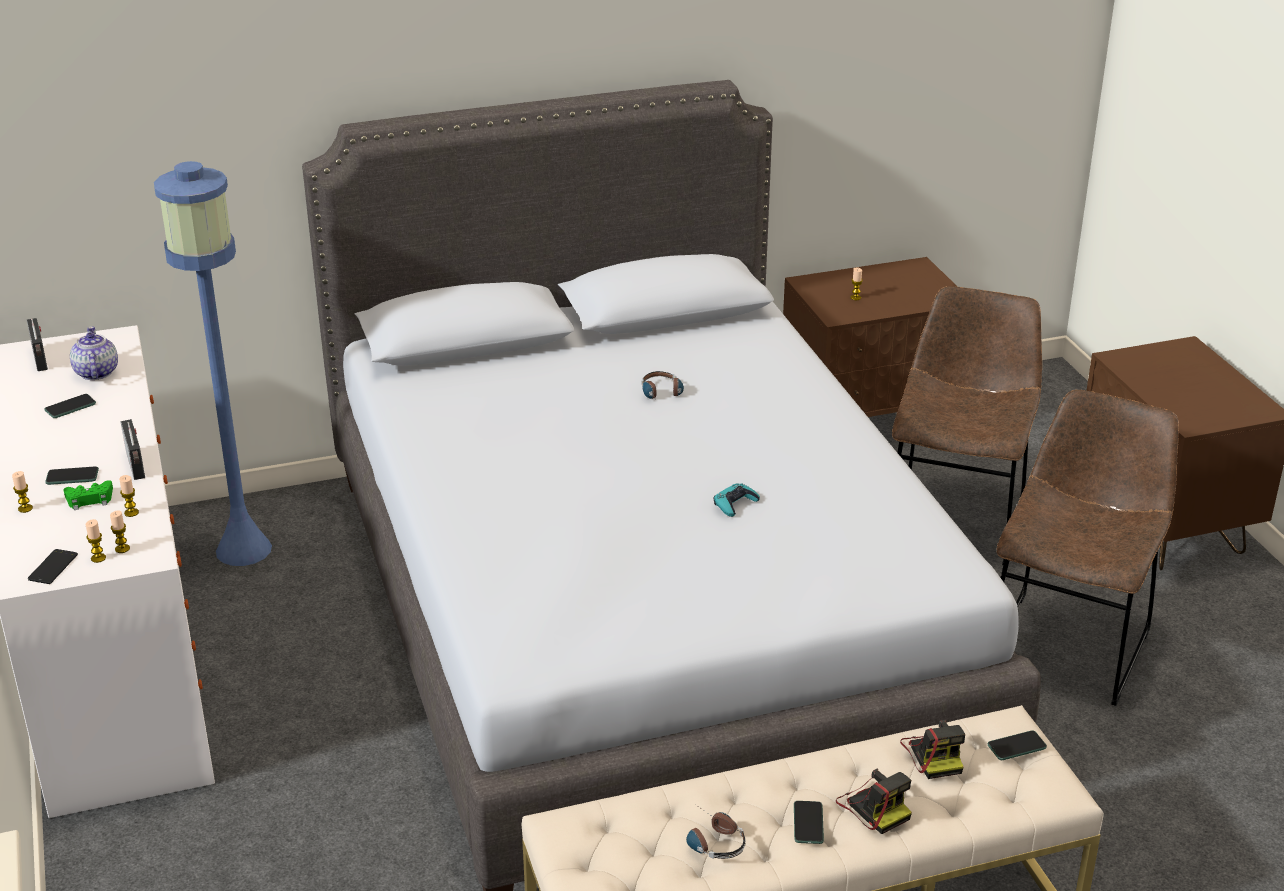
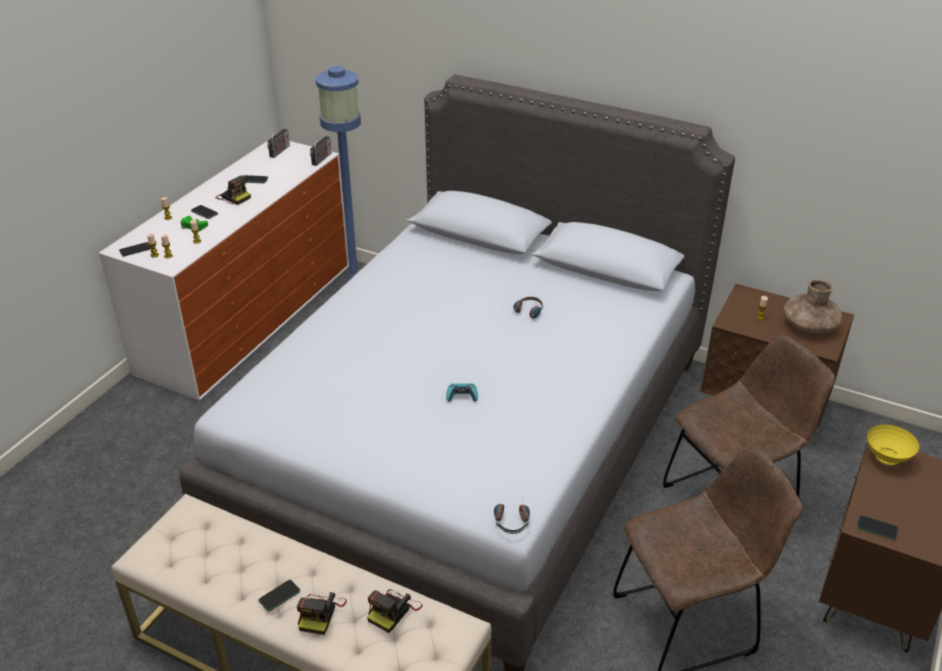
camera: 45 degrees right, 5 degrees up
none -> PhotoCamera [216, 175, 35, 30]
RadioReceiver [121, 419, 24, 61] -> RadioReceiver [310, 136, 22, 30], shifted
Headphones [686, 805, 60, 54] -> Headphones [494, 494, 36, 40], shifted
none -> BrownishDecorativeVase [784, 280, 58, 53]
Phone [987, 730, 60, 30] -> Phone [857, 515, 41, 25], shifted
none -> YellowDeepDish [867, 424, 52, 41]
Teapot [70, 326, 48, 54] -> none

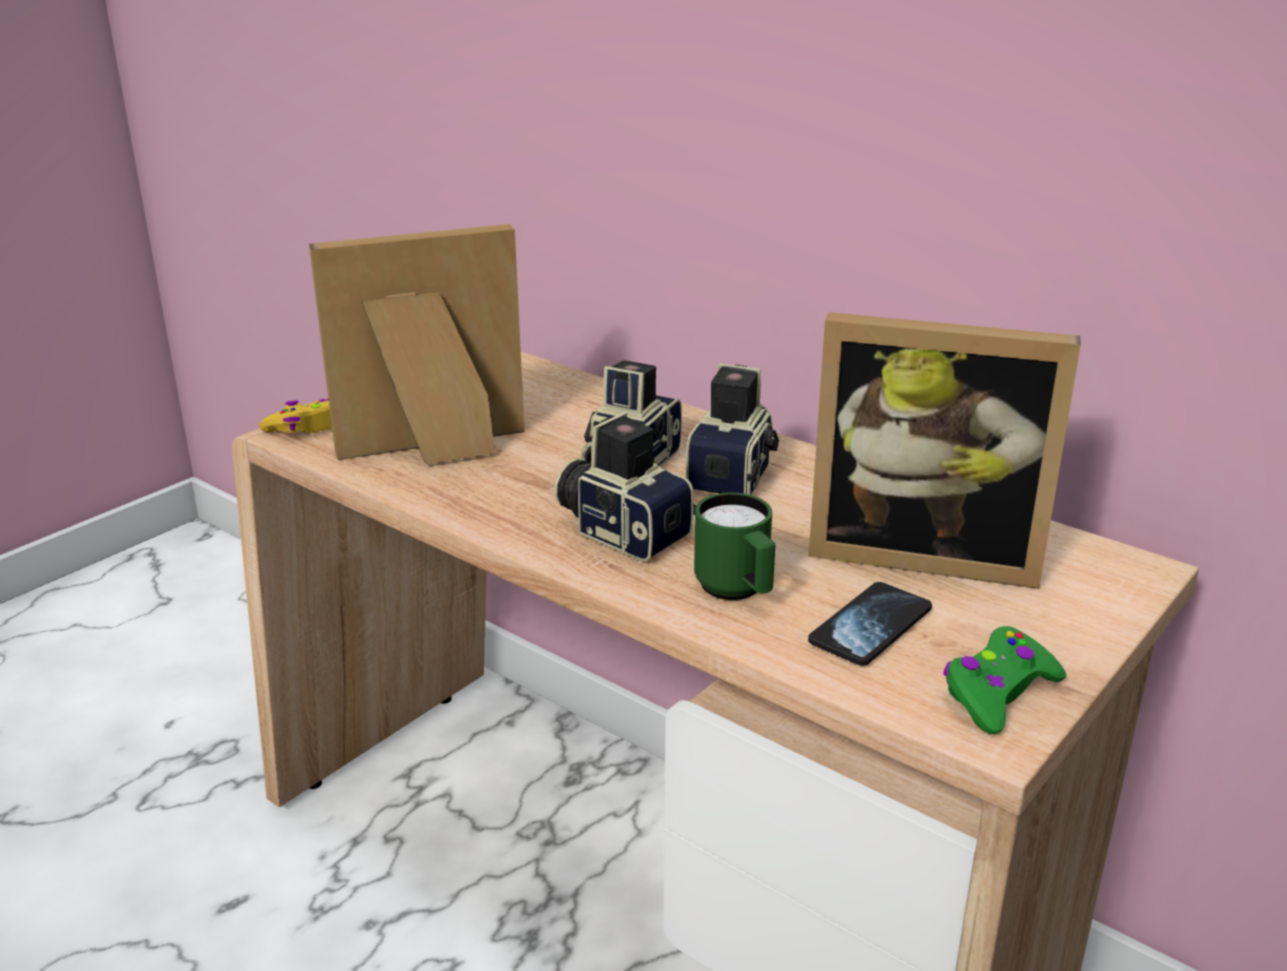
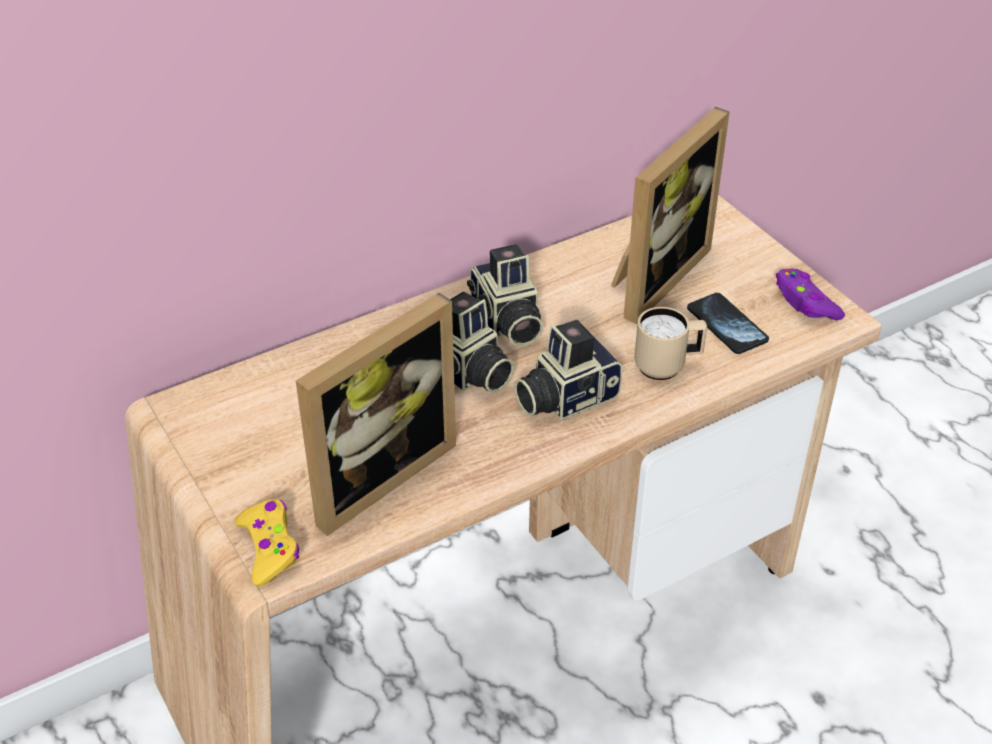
camera: 70 degrees left, 15 degrees up
StandingFrame [309, 224, 216, 240] -> StandingFrame [296, 293, 160, 243], 135 degrees counterclockwise
PhotoCamera [686, 363, 93, 132] -> PhotoCamera [467, 244, 77, 102], 150 degrees counterclockwise
GreenTeaMug [694, 493, 81, 107] -> BeigeColouredTeaMug [634, 307, 73, 73]
GreenJoypad [943, 626, 123, 108] -> PurplishJoypad [776, 269, 69, 51]

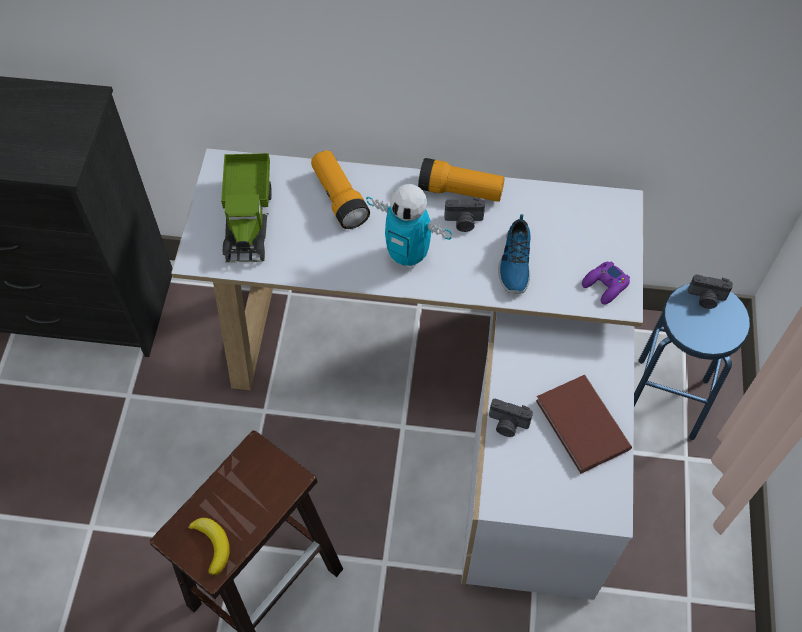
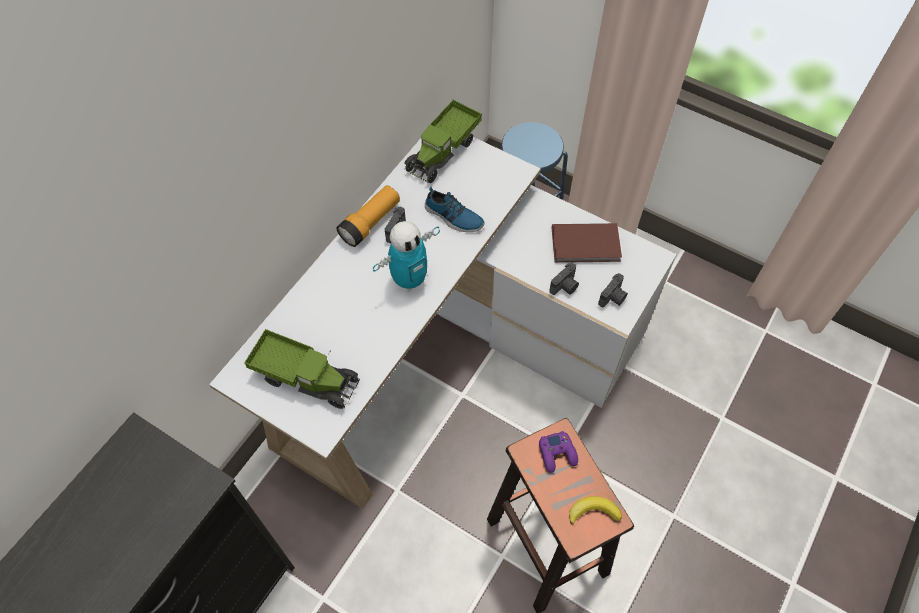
camera: 65 degrees left, 0 degrees up
none -> ToyTruck [404, 100, 78, 83]
PurplishJoypad [582, 261, 48, 44] -> PurplishJoypad [539, 431, 39, 42], shifted
PhotoCamera [688, 274, 45, 35] -> PhotoCamera [598, 273, 30, 34], shifted
Torch [311, 150, 59, 79] -> none

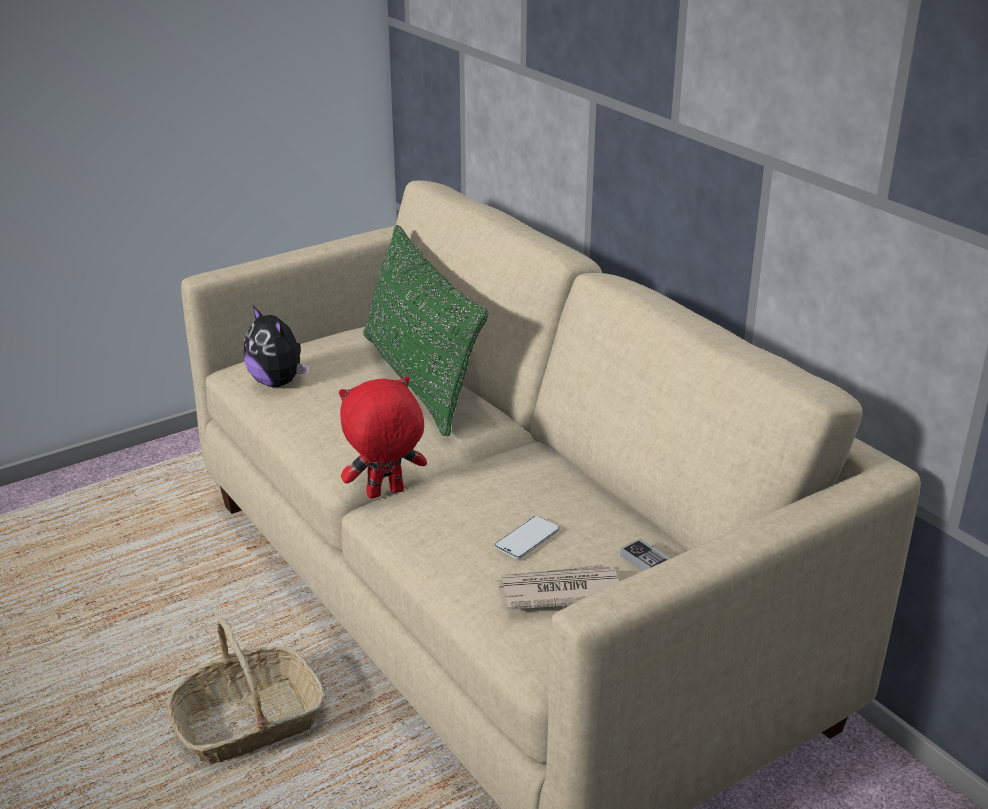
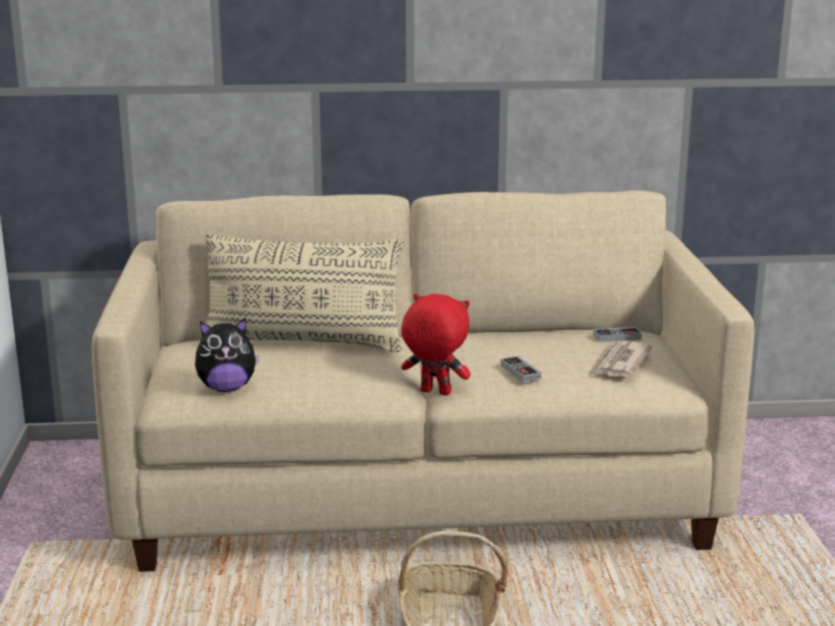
camera: 60 degrees left, 10 degrees down
GreenThrowPillow [363, 225, 125, 211] -> BeigeColouredThrowPillow [205, 233, 199, 119]
RedColouredCuddlyToy [339, 376, 88, 123] -> RedColouredCuddlyToy [401, 294, 70, 101], 105 degrees clockwise
none -> Joypad [501, 356, 40, 26]
Phone [495, 516, 64, 43] -> none

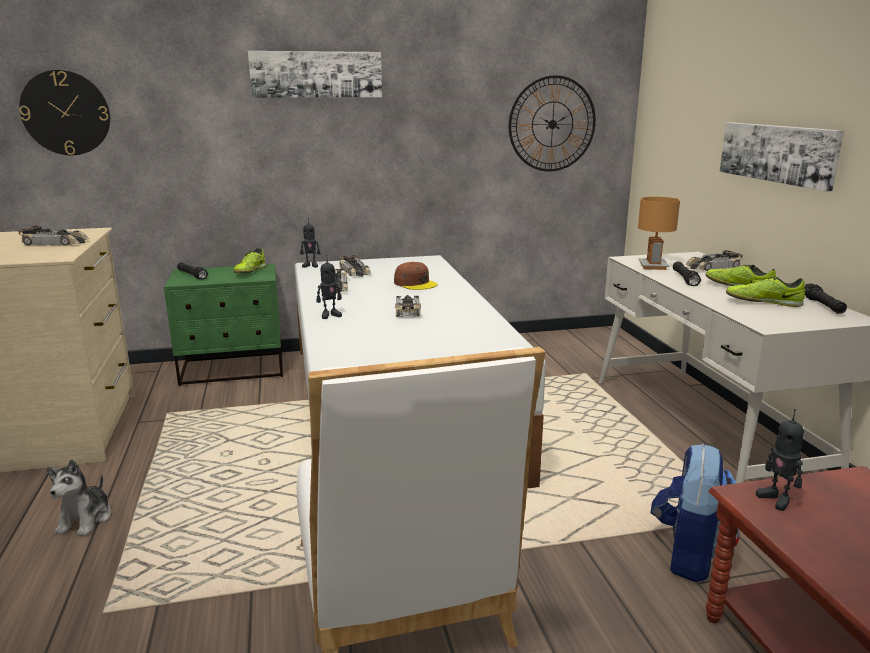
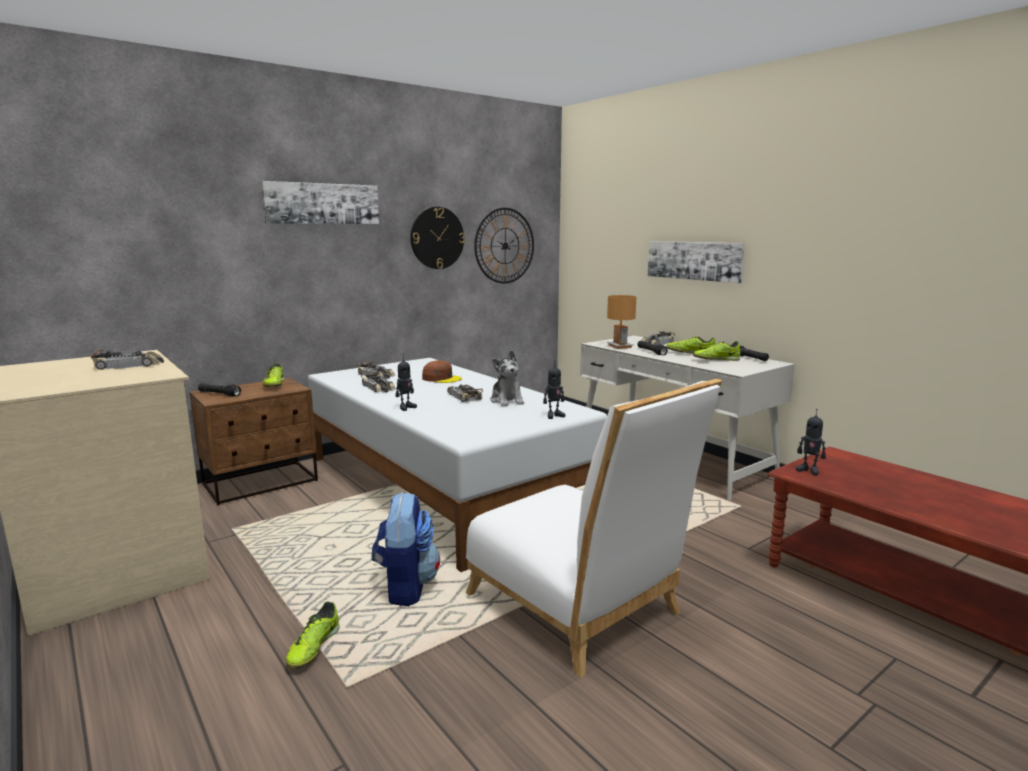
camera: 25 degrees left, 5 degrees down
GreenBedsideTable [164, 264, 119, 122] -> BrownishBedsideTable [190, 378, 128, 127]
none -> Shoe [286, 601, 54, 67]
Rucksack [650, 443, 90, 139] -> Rucksack [372, 492, 68, 114], shifted
WallClock [19, 70, 91, 85] -> WallClock [410, 207, 55, 62], shifted
CuddlyToy [47, 459, 64, 77] -> CuddlyToy [491, 350, 33, 56], shifted
ModelRobot [300, 221, 20, 47] -> ModelRobot [543, 360, 22, 59], shifted

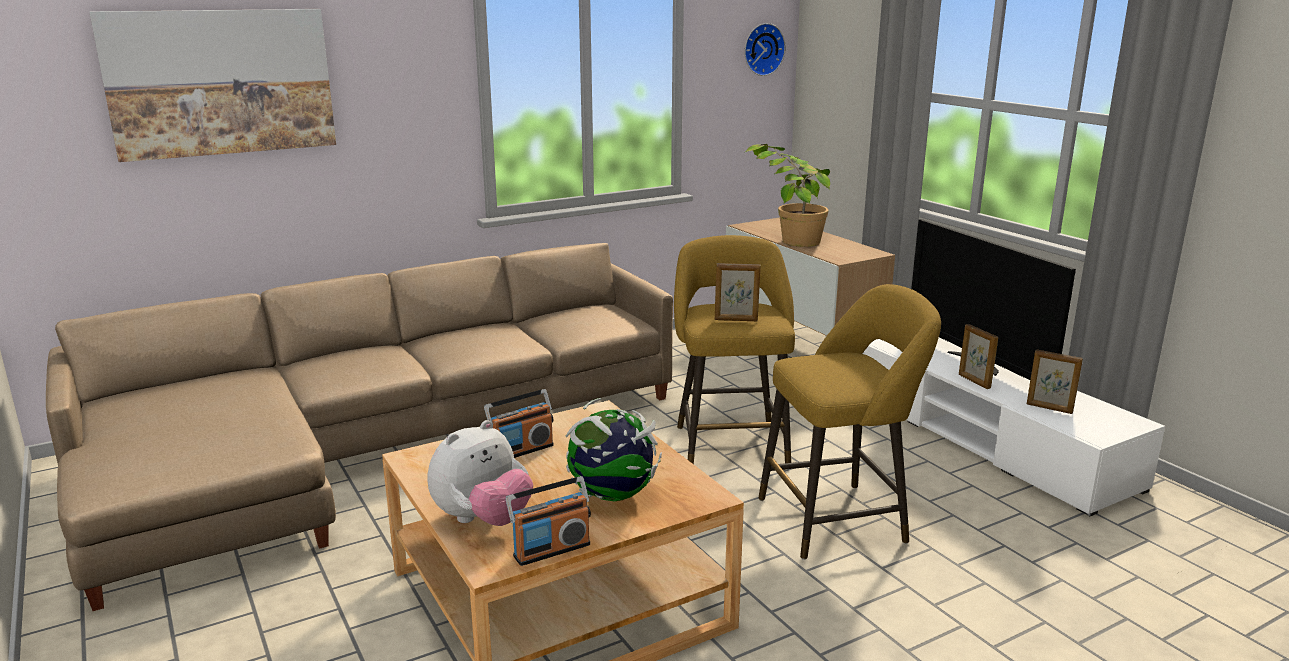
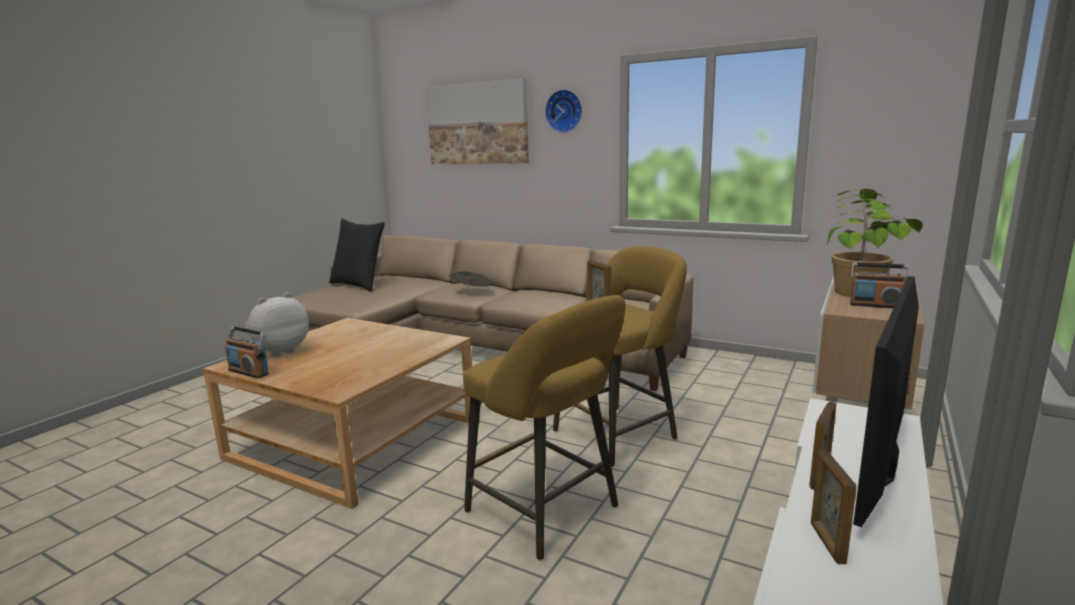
camera: 60 degrees right, 5 degrees down
CuddlyToy [428, 420, 105, 106] -> CuddlyToy [245, 293, 64, 64], 120 degrees clockwise
none -> BlackThrowPillow [329, 219, 56, 72]
none -> Newspaper [448, 271, 44, 16]
WallClock [744, 23, 42, 53] -> WallClock [545, 89, 37, 44], shifted
RadioReceiver [484, 389, 70, 69] -> RadioReceiver [850, 262, 60, 46], shifted
Globe [566, 398, 96, 104] -> none

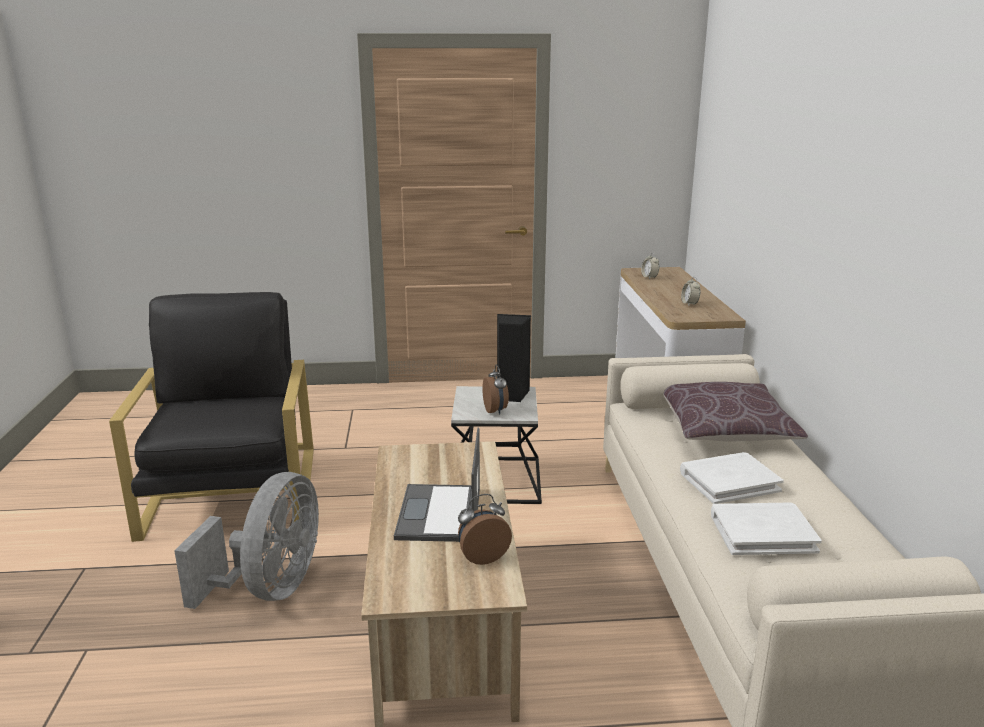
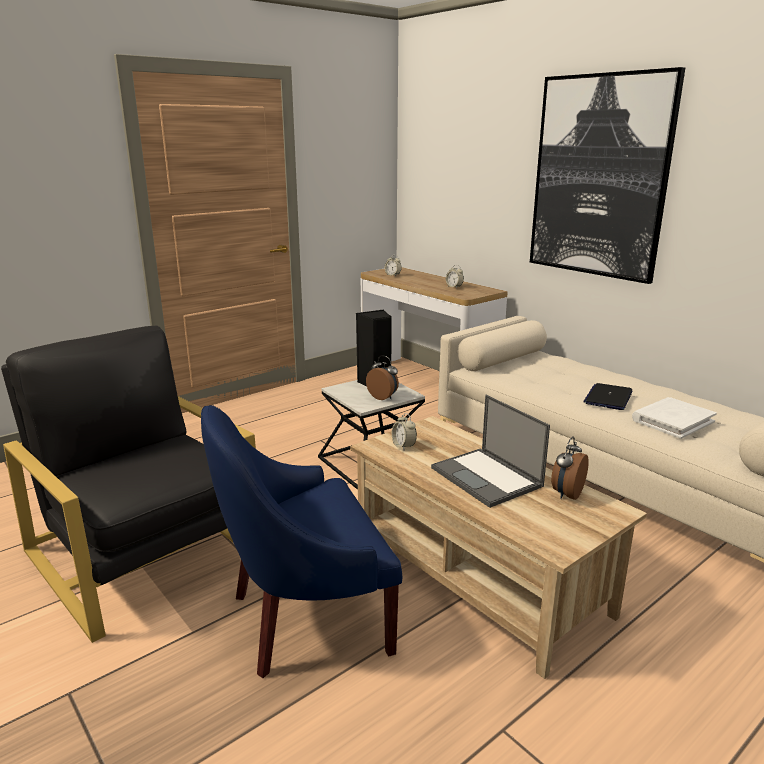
camera: 35 degrees left, 0 degrees up
GreyCoolingFan [174, 472, 145, 137] -> BlueLoungeChair [201, 405, 201, 273]
none -> BedsideClock [392, 413, 25, 38]
none -> WallArt [530, 67, 155, 217]
WhitishVolume [680, 452, 104, 52] -> PortableComputer [583, 383, 50, 27]
BrownishThrowPillow [664, 382, 144, 59] -> none

